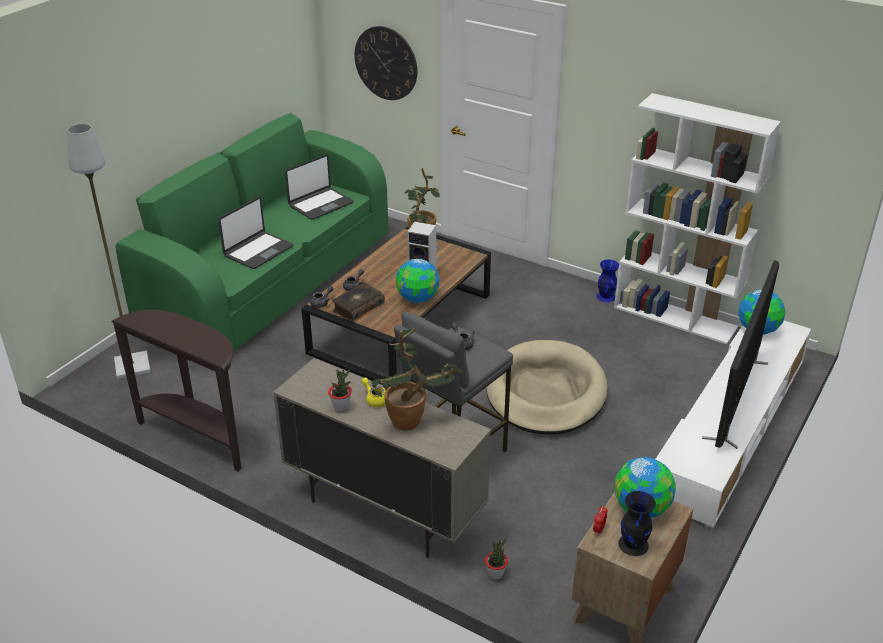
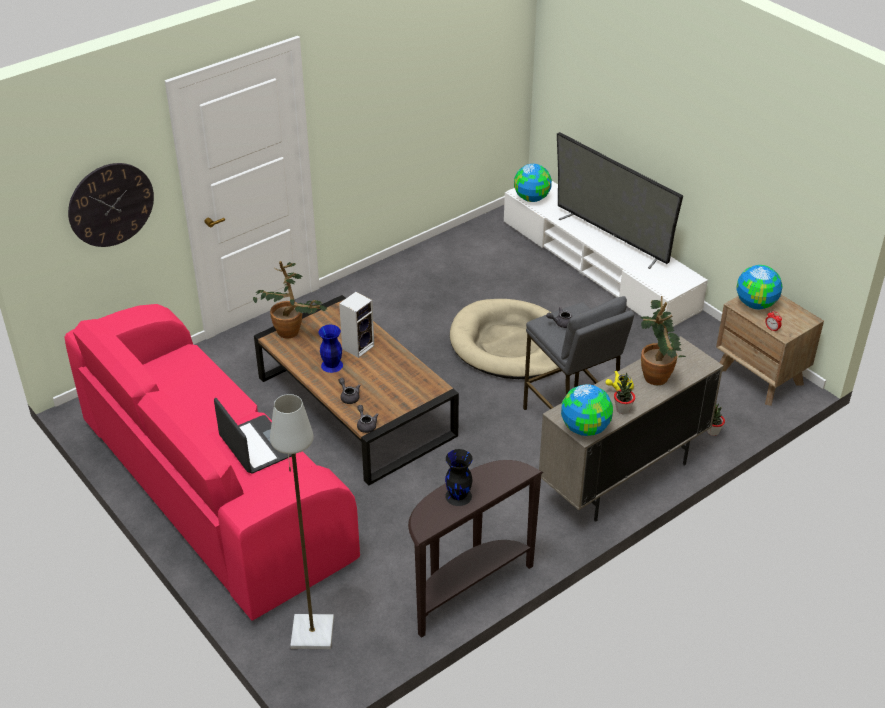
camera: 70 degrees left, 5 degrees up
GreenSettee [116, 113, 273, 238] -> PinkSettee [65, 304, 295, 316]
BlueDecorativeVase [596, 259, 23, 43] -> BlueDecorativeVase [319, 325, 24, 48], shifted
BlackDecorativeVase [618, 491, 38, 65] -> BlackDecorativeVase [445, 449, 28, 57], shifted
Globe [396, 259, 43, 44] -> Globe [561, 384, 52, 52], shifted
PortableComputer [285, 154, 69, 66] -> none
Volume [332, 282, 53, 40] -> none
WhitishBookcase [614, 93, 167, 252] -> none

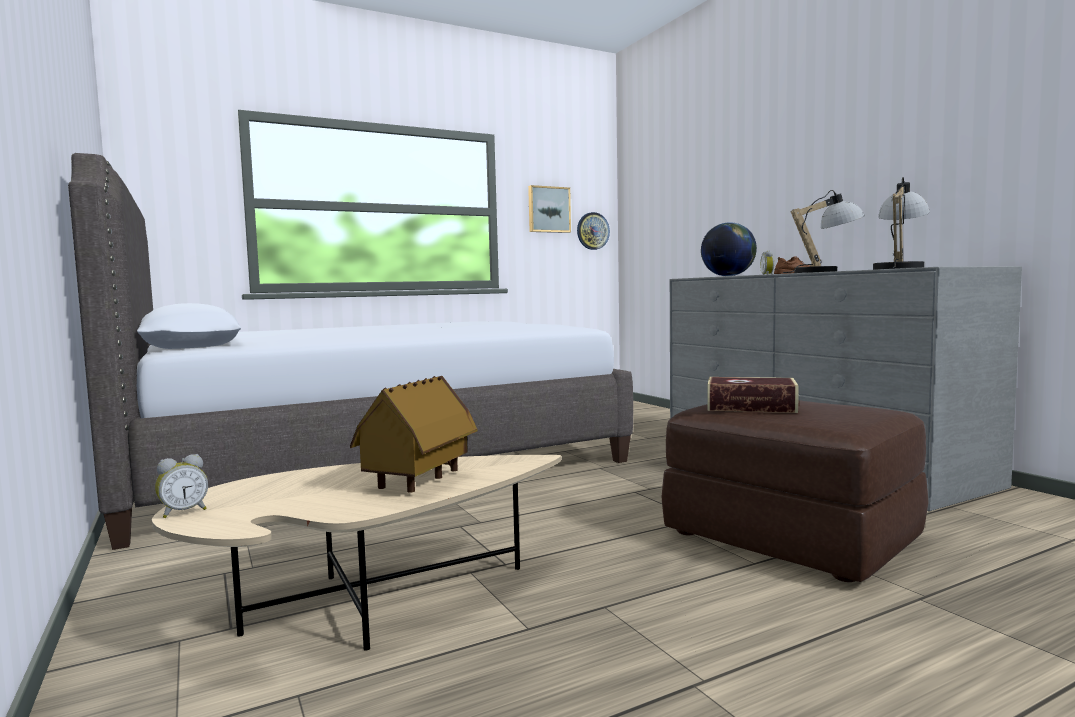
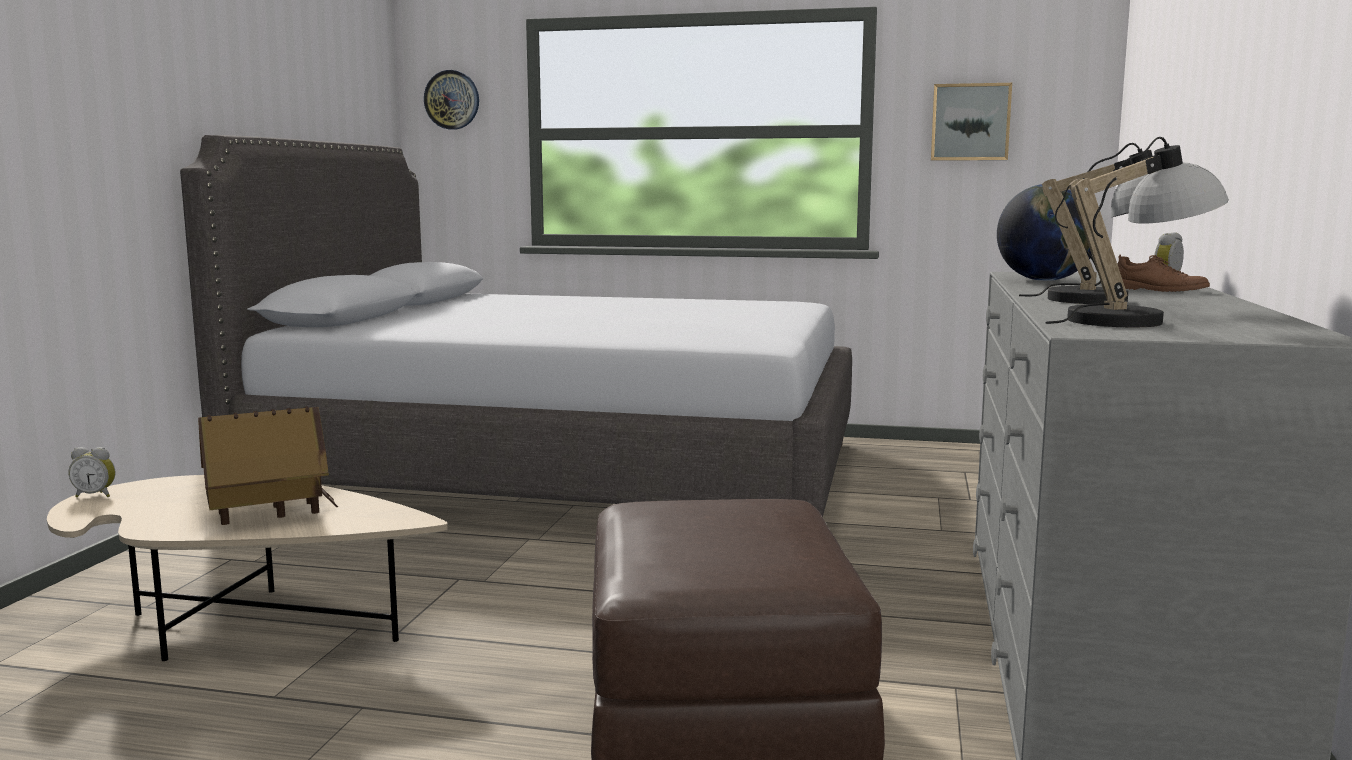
camera: 40 degrees right, 5 degrees up
WallClock [577, 212, 33, 38] -> WallClock [424, 70, 55, 60], shifted
Volume [708, 377, 90, 36] -> none

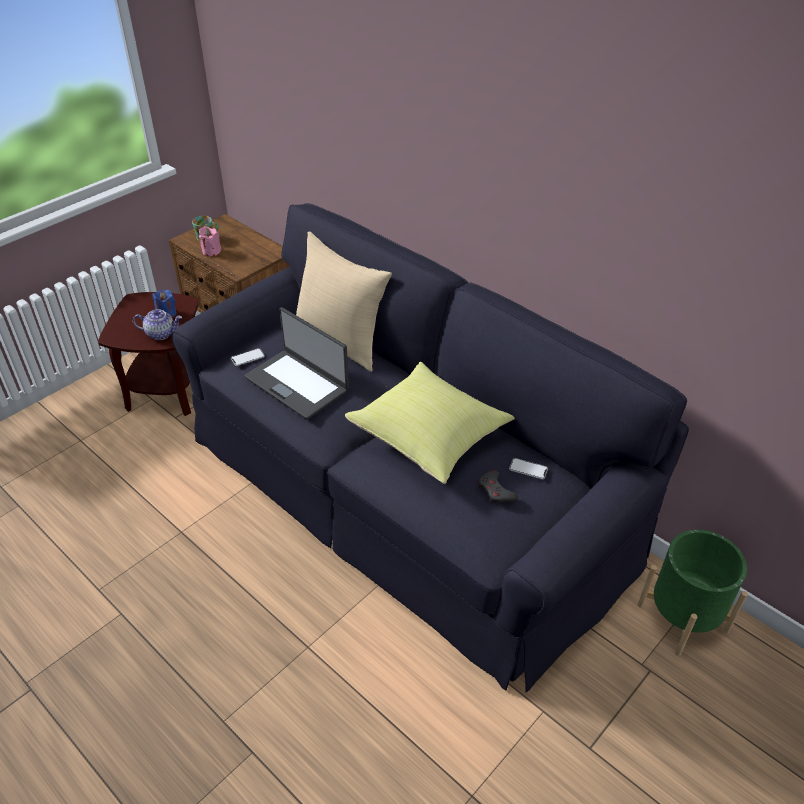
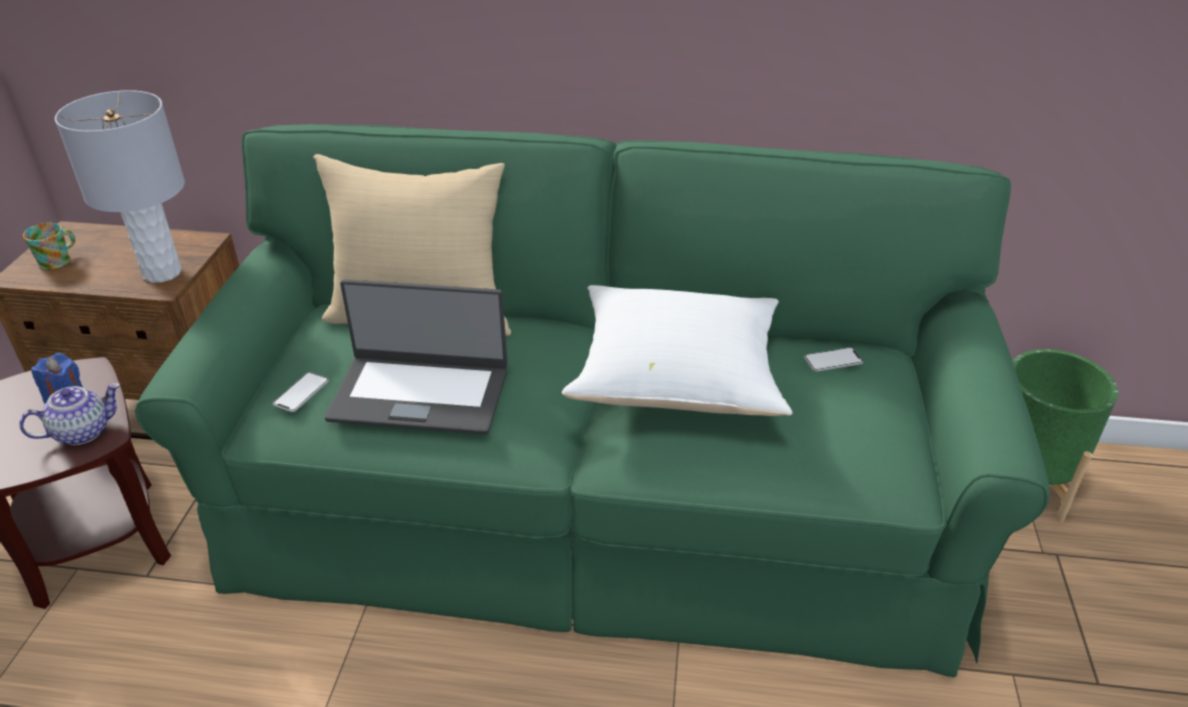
camera: 35 degrees left, 5 degrees down
none -> GreyTabletopLamp [55, 90, 130, 193]
BlackSettee [171, 203, 518, 490] -> GreenSettee [135, 124, 914, 553]
YellowThrowPillow [345, 362, 170, 122] -> WhitishThrowPillow [562, 285, 231, 131]
PinkCandle [199, 226, 22, 30] -> none
GreyJoypad [479, 470, 39, 33] -> none

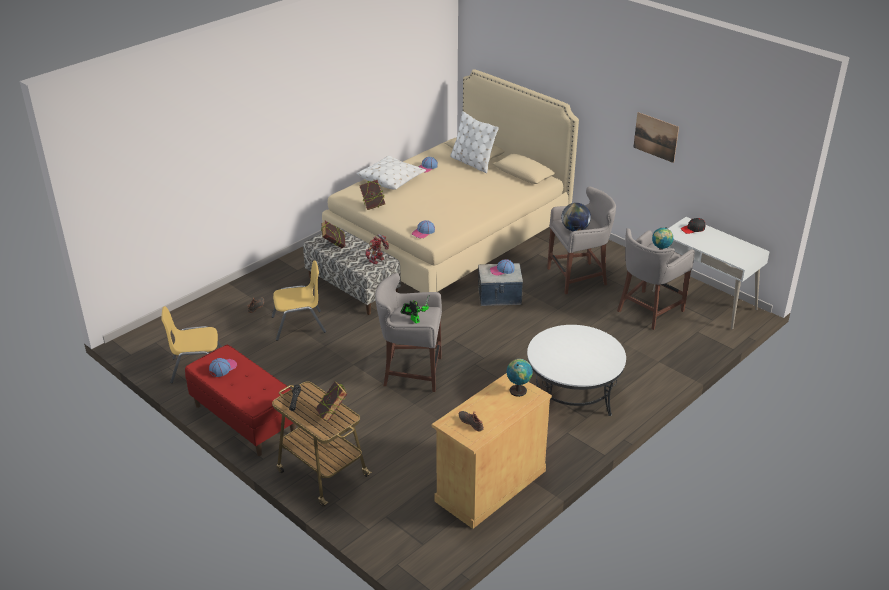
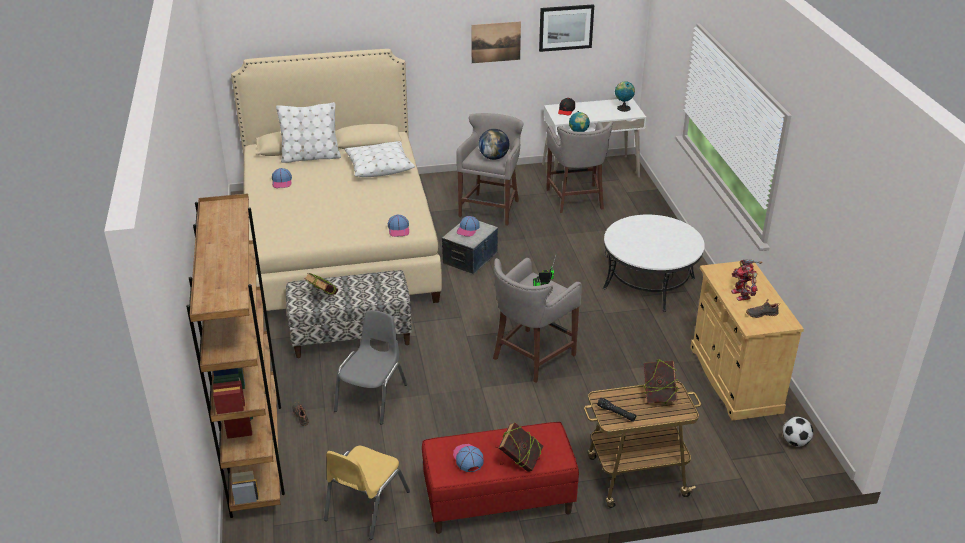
camera: 55 degrees left, 0 degrees up
none -> BrownishBookcase [186, 193, 99, 325]
YellowUprightChair [272, 260, 54, 81] -> GreyUprightChair [334, 310, 73, 115]
WhitishThrowPillow [356, 156, 70, 34] -> WhitishThrowPillow [345, 141, 70, 36], shifted
Volume [359, 180, 26, 30] -> Volume [499, 422, 44, 50], shifted
none -> WallArt [539, 4, 55, 48]
Globe [507, 359, 26, 38] -> Globe [615, 81, 20, 31], shifted
ModelRobot [365, 234, 24, 30] -> ModelRobot [731, 260, 32, 41], shifted
none -> Football [783, 417, 30, 30]

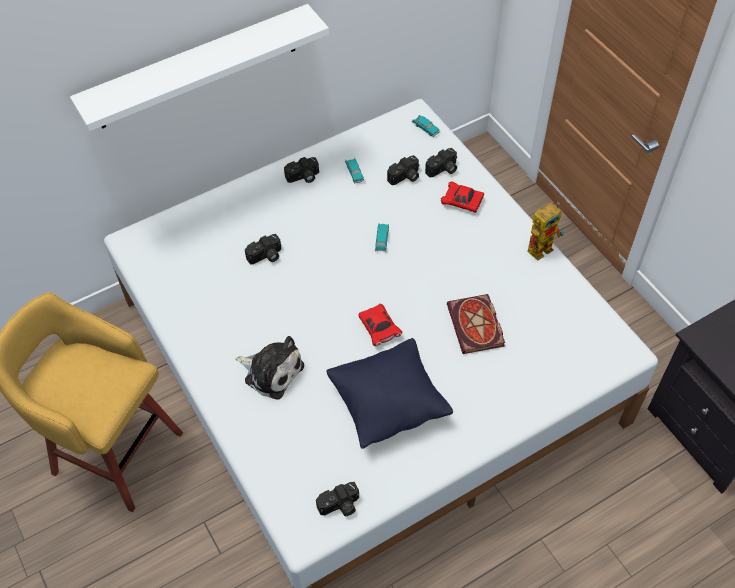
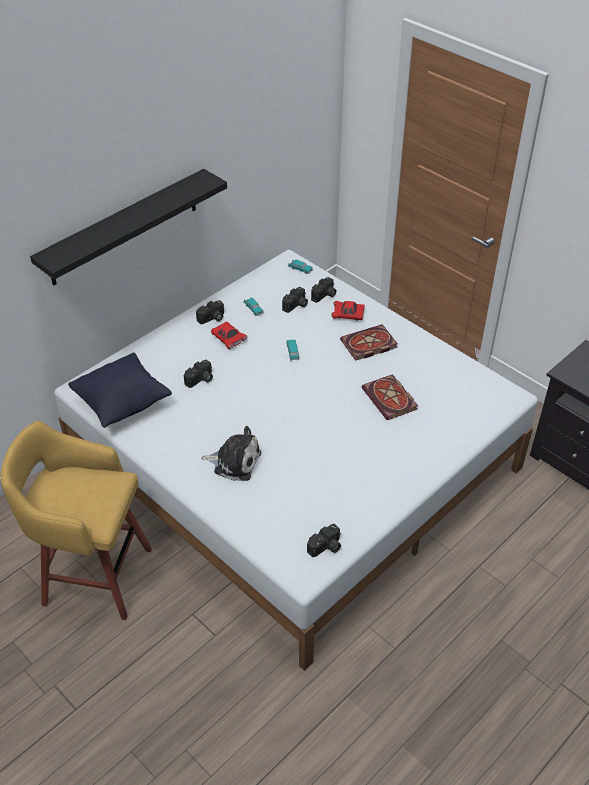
camera: 15 degrees left, 10 degrees down
WhitishBracketShelf [70, 4, 259, 127] -> BlackBracketShelf [30, 169, 197, 117]
BlackThrowPillow [327, 338, 126, 111] -> BlackThrowPillow [68, 352, 104, 76], shifted
RedColouredMiniatureCar [358, 304, 44, 42] -> RedColouredMiniatureCar [211, 322, 36, 27], shifted
none -> Volume [340, 324, 58, 37]
ModelRobot [527, 202, 37, 59] -> none

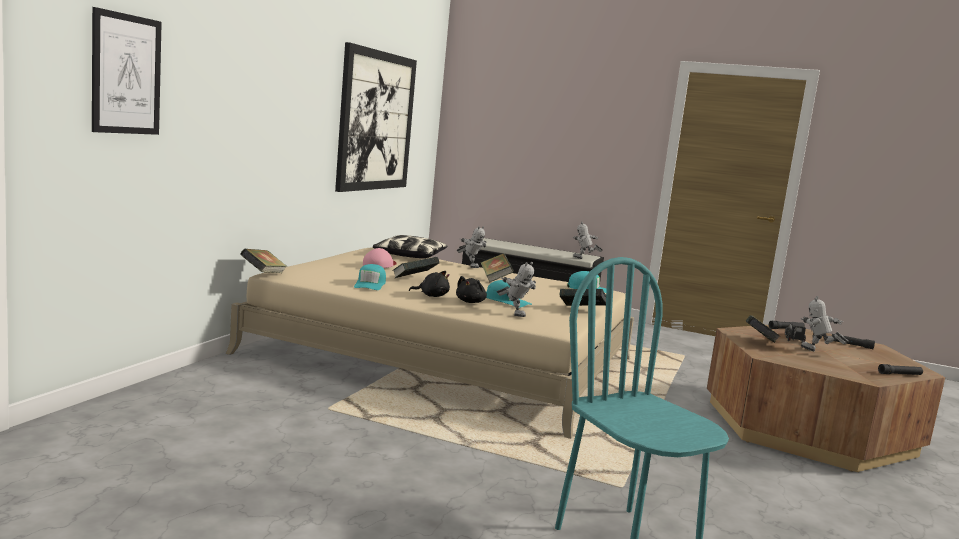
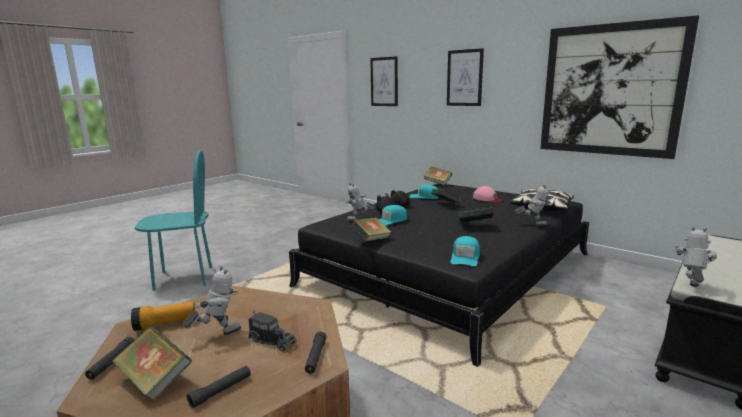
camera: 110 degrees right, 5 degrees up
Volume [746, 315, 35, 28] -> Volume [112, 326, 80, 75], shifted
none -> Torch [131, 301, 64, 30]
BeigeColouredSleepingBed [225, 248, 409, 191] -> BlackSleepingBed [289, 184, 300, 183]
none -> WallArt [447, 48, 37, 58]
ModelRobot [457, 226, 30, 42] -> ModelRobot [515, 184, 36, 42], 135 degrees counterclockwise

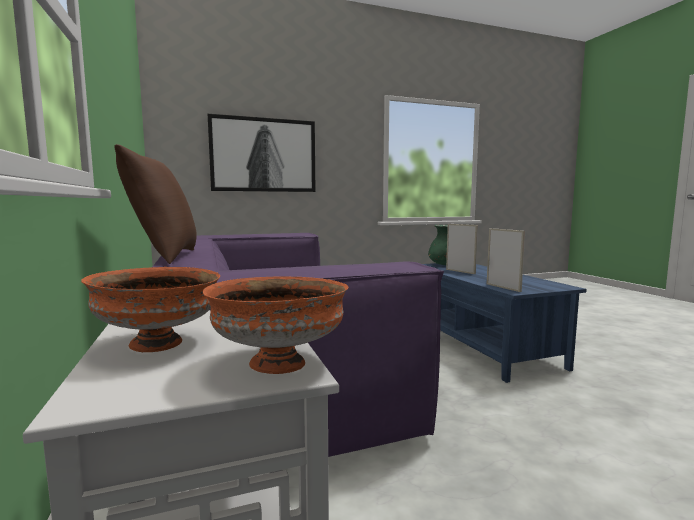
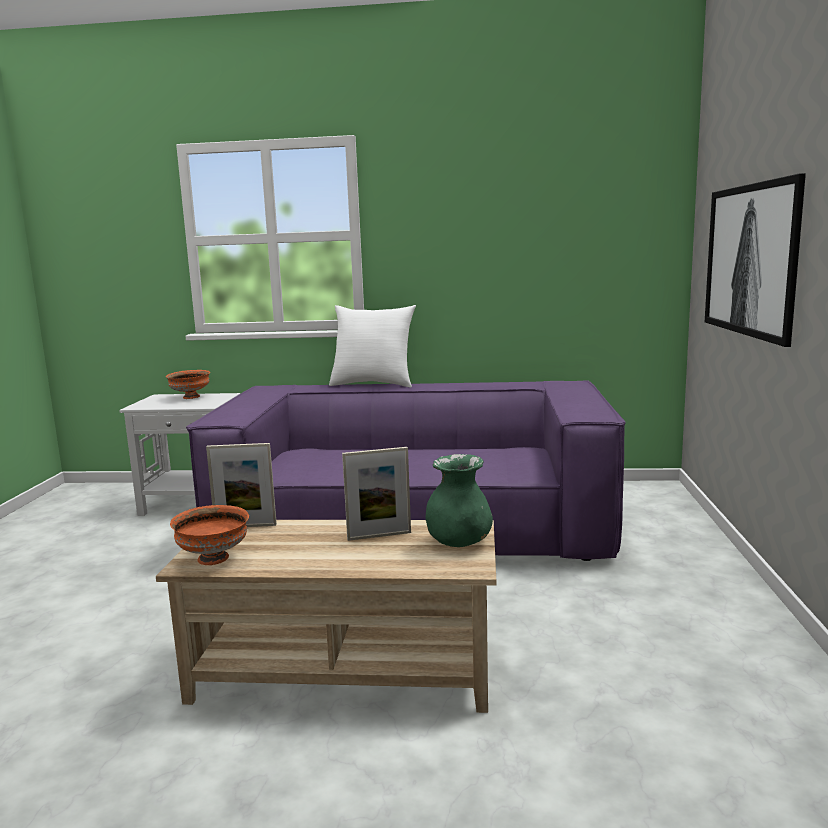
camera: 115 degrees right, 5 degrees up
BlueCoffeeTable [423, 263, 164, 120] -> BeigeColouredCoffeeTable [156, 520, 340, 193]
OrangeColouredDeepDish [203, 276, 146, 98] -> OrangeColouredDeepDish [170, 505, 79, 60], shifted
BrownishThrowPillow [114, 144, 83, 120] -> WhitishThrowPillow [329, 305, 87, 83]

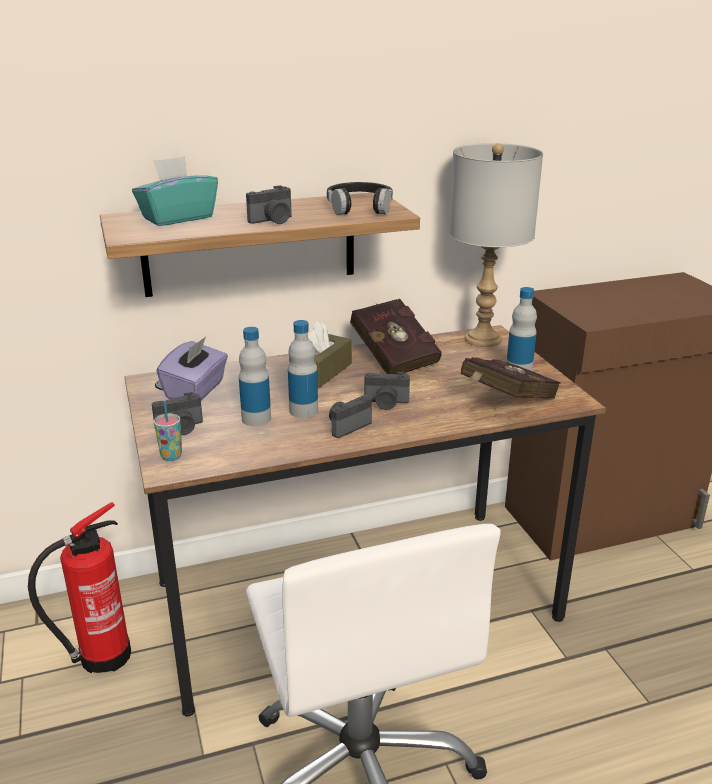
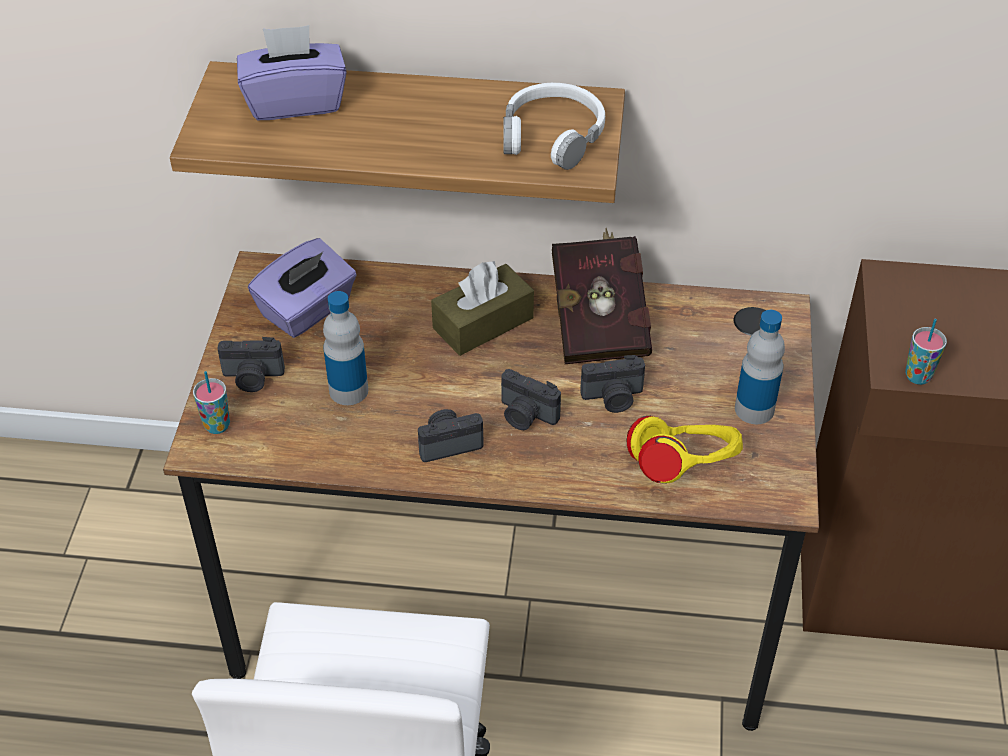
camera: 25 degrees right, 20 degrees up
TurquoiseTissueBox [132, 156, 86, 70] -> PurplishTissueBox [237, 25, 110, 95]
BlackHeadphones [327, 182, 66, 33] -> WhitishHeadphones [503, 83, 102, 87]
PhotoCamera [246, 185, 46, 39] -> PhotoCamera [580, 355, 65, 58], shifted
RedColouredVolume [461, 357, 100, 41] -> YellowHeadphones [626, 416, 117, 68]
none -> SmallCup [905, 319, 42, 66]
FireExtinguisher [28, 502, 103, 171] -> none
DrinkBottle [288, 320, 30, 98] -> none
GreyTabletopLamp [449, 143, 94, 204] -> none

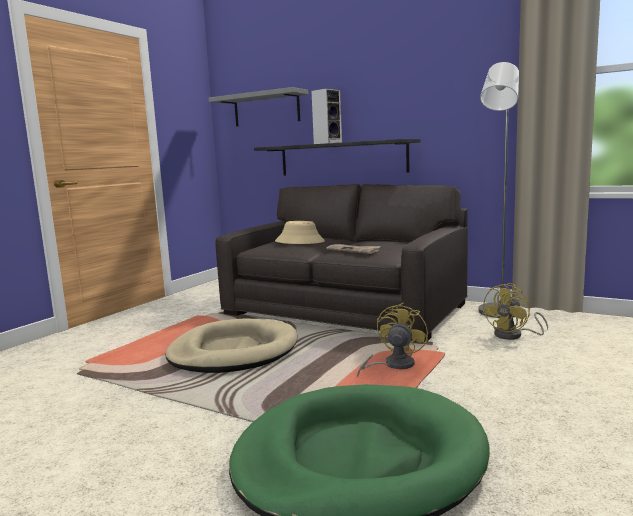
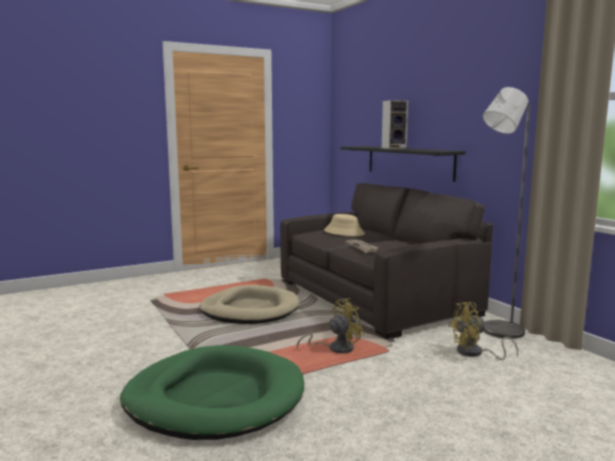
camera: 30 degrees right, 0 degrees up
GreyBracketShelf [209, 87, 99, 39] -> none

